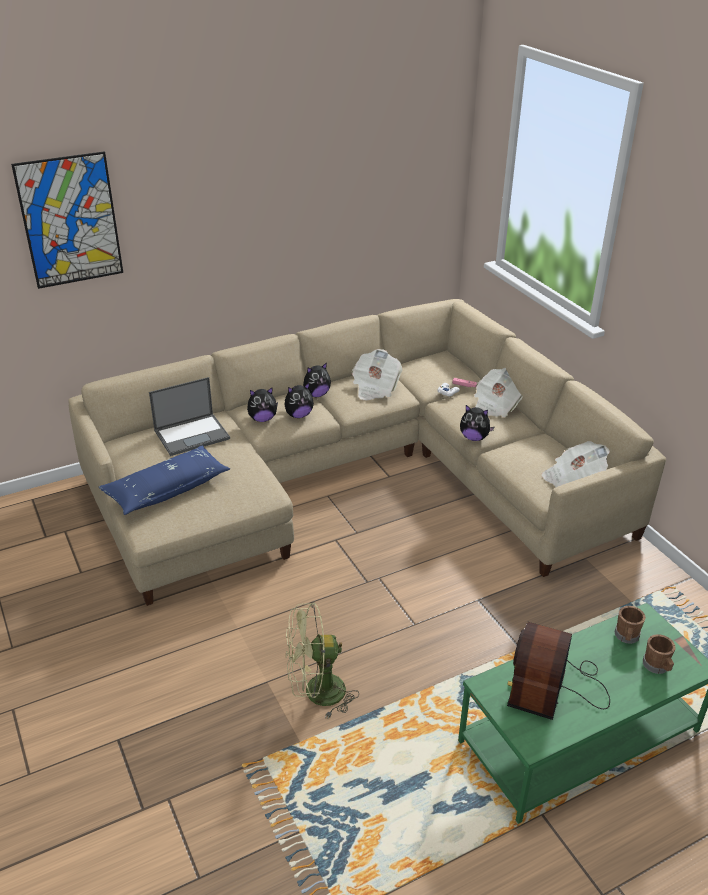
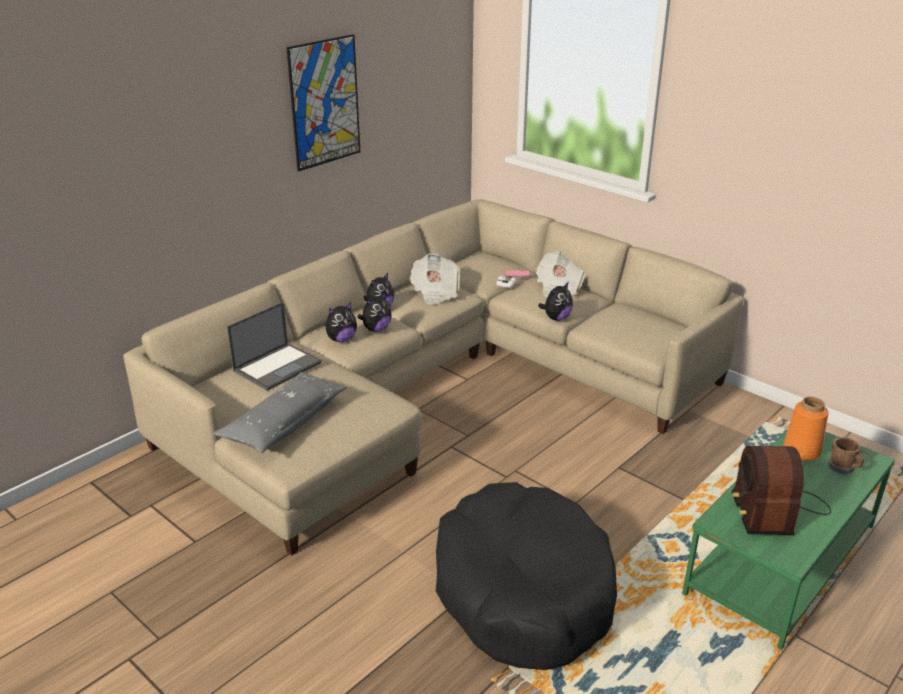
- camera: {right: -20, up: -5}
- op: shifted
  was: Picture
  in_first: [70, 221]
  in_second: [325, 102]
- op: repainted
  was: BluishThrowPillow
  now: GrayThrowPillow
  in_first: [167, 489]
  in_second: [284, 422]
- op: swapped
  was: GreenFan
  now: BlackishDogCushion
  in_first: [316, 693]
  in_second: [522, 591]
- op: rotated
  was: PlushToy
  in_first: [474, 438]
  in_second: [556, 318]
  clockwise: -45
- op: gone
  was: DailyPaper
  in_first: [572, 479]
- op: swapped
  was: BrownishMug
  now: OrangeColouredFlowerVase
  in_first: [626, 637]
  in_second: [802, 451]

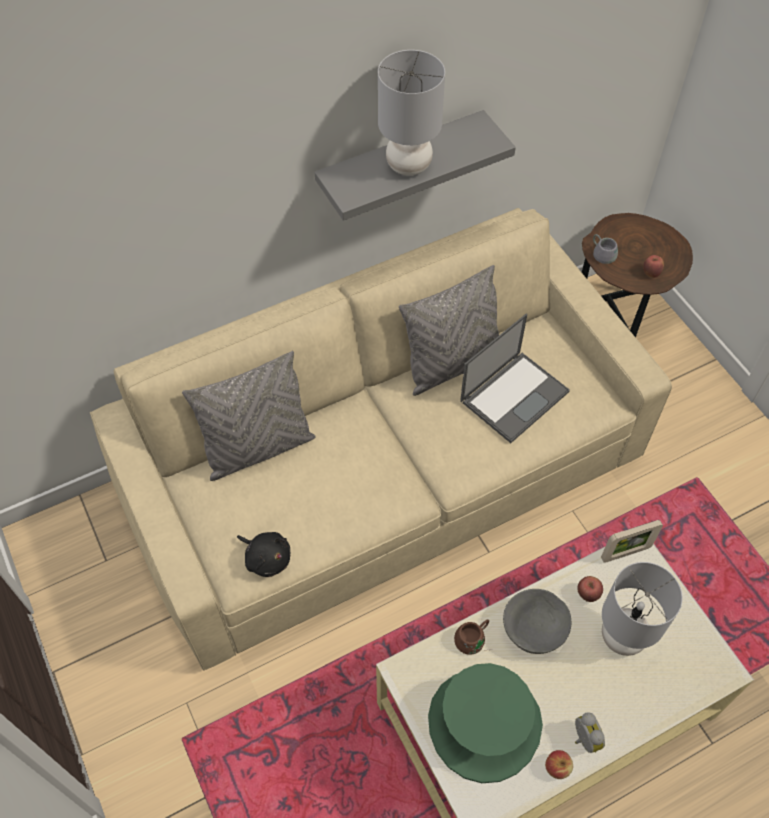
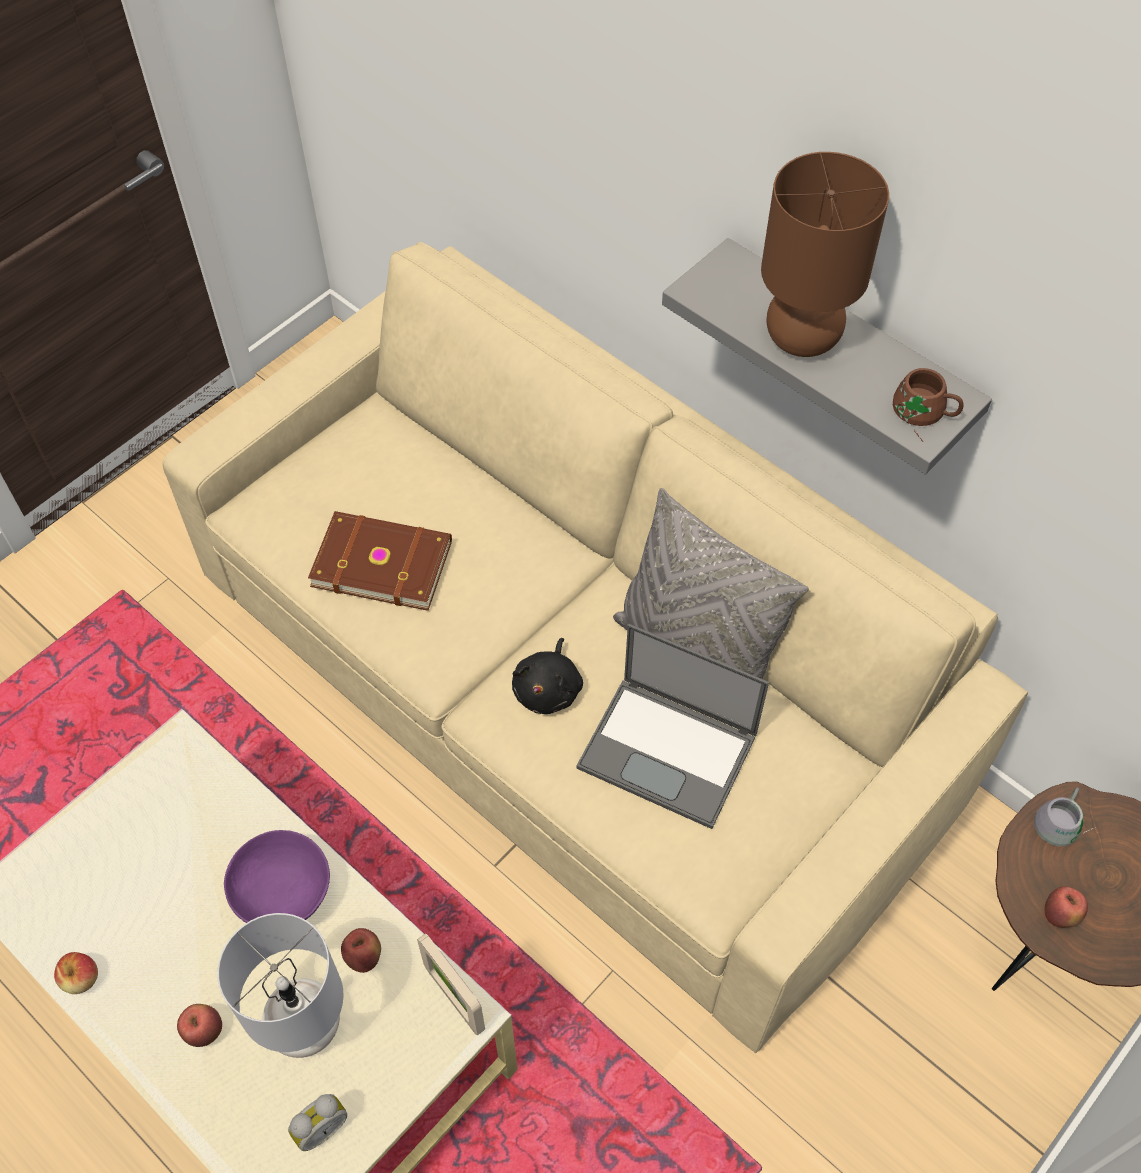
- camera: {right: 70, up: 0}
- op: gone
  was: GrayThrowPillow
  in_first: [258, 448]
- op: shifted
  was: BlackishPlushToy
  in_first: [266, 558]
  in_second: [548, 689]
- op: repainted
  was: GrayTableLamp
  now: BrownishTableLamp
  in_first: [408, 166]
  in_second: [801, 337]
- op: gone
  was: GreenWearableHat
  in_first: [483, 724]
- op: shifted
  was: BrownishMug
  in_first: [474, 640]
  in_second: [922, 414]
- op: repainted
  was: GrayDeepDish
  now: PurpleDeepDish
  in_first: [533, 629]
  in_second: [284, 893]
- op: shifted
  was: BedsideClock
  in_first: [584, 739]
  in_second: [321, 1127]
- op: new
  now: Apple
  in_second: [204, 1031]
- op: new
  now: BrownishVolume
  in_second: [381, 561]

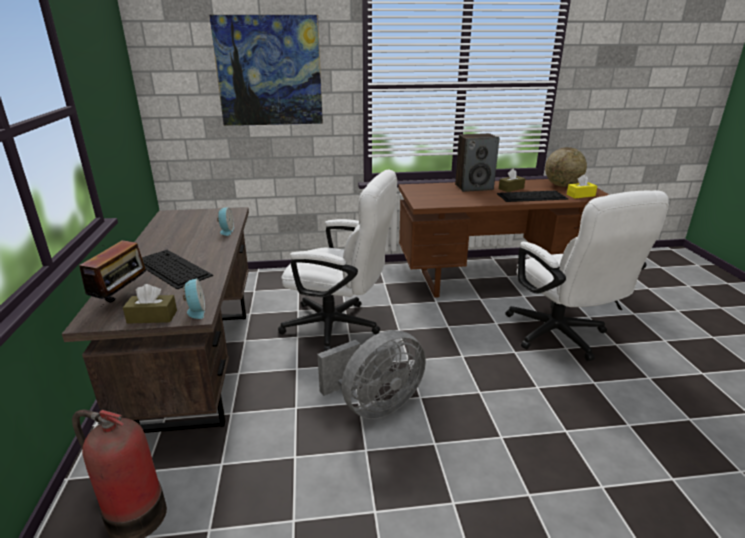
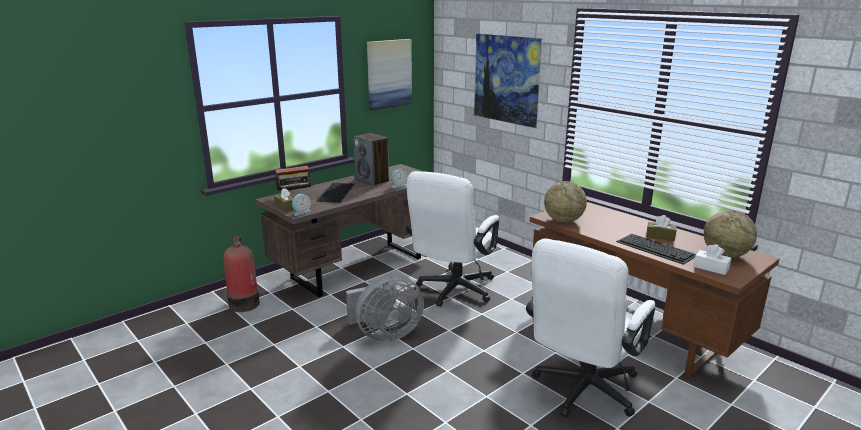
- camera: {right: 55, up: -5}
- op: rotated
  was: WhitishDeskChair
  in_first: [340, 327]
  in_second: [453, 291]
  clockwise: 45
- op: rotated
  was: GrayFan
  in_first: [374, 405]
  in_second: [385, 335]
  clockwise: -45
- op: shifted
  was: Speaker
  in_first: [474, 187]
  in_second: [372, 180]
- op: repainted
  was: YellowColouredTissueHolder
  now: WhitishTissueHolder
  in_first: [580, 195]
  in_second: [711, 268]
- op: new
  now: Picture
  in_second: [389, 73]
- op: new
  now: WorldGlobe
  in_second: [563, 221]

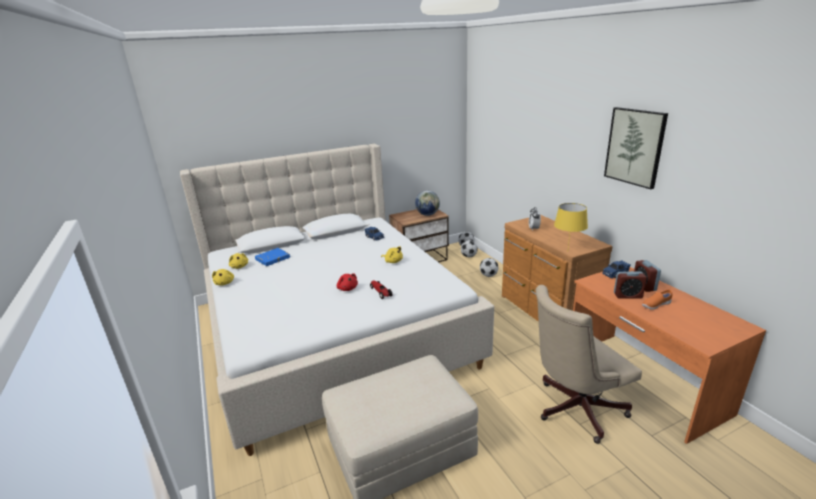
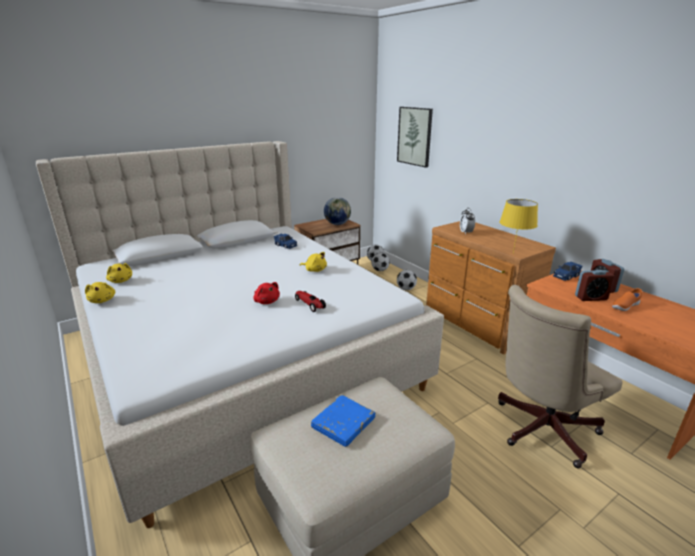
- camera: {right: -10, up: 0}
- op: shifted
  was: BluishVolume
  in_first: [272, 259]
  in_second: [343, 423]
- op: shifted
  was: Picture
  in_first: [635, 147]
  in_second: [415, 136]

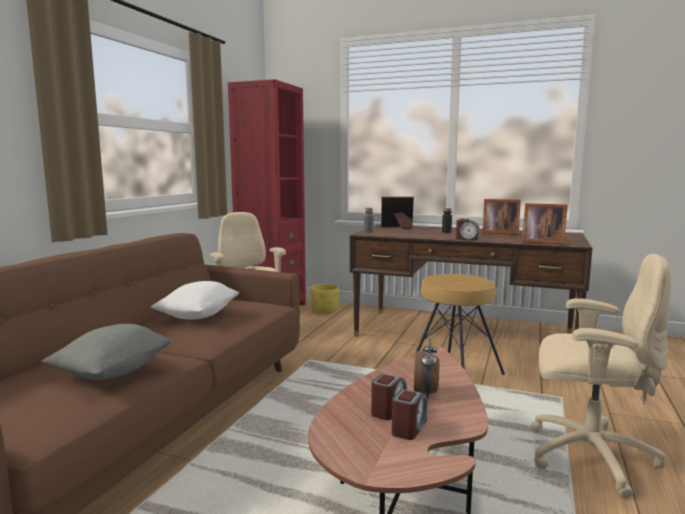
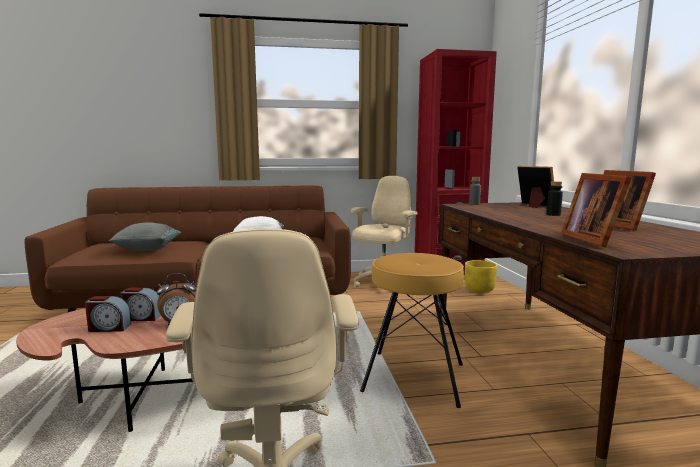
- camera: {right: 60, up: 0}
- op: gone
  was: BedsideClock
  in_first: [467, 239]

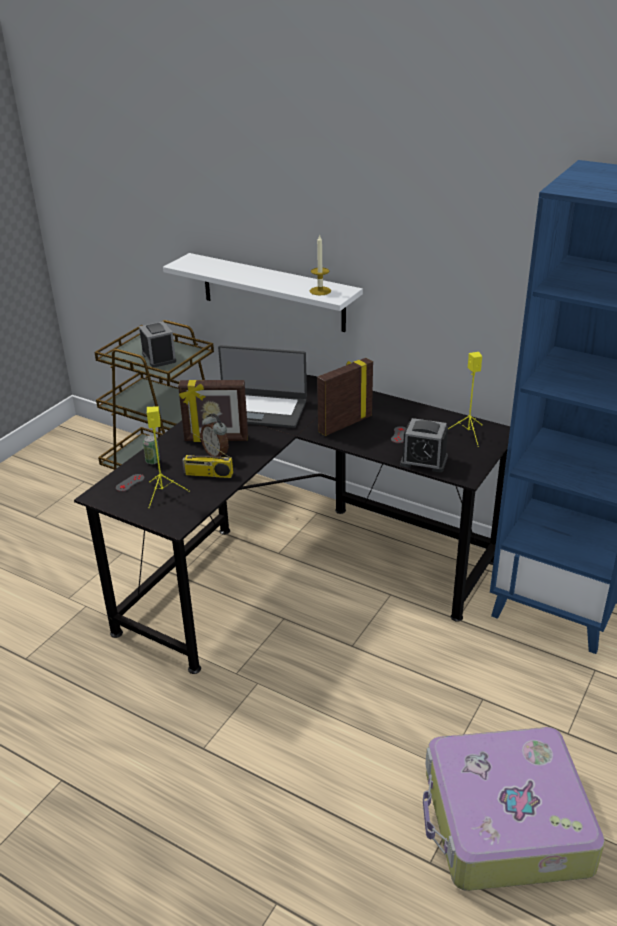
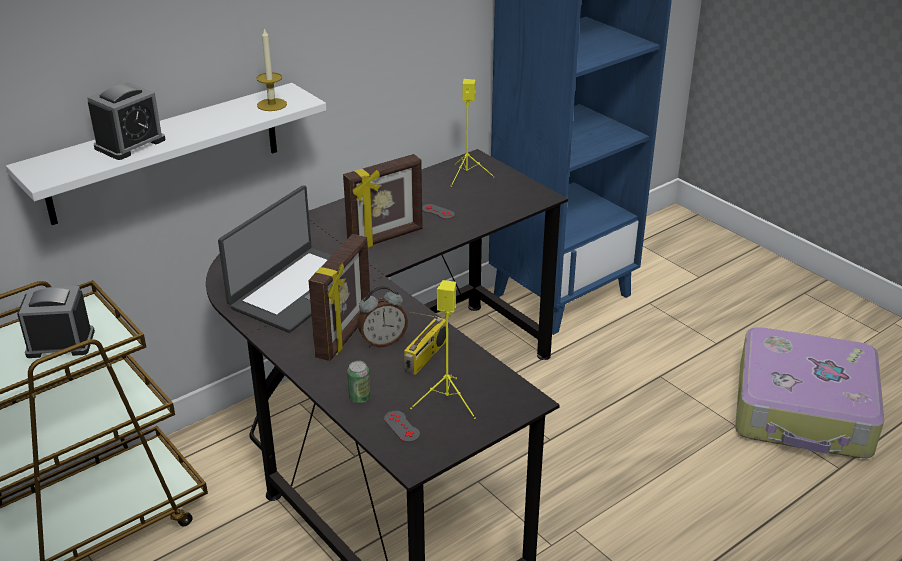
- camera: {right: -70, up: 0}
- op: rotated
  was: PictureFrame
  in_first: [344, 424]
  in_second: [386, 238]
  clockwise: -105
- op: shifted
  was: BedsideClock
  in_first: [424, 461]
  in_second: [130, 144]

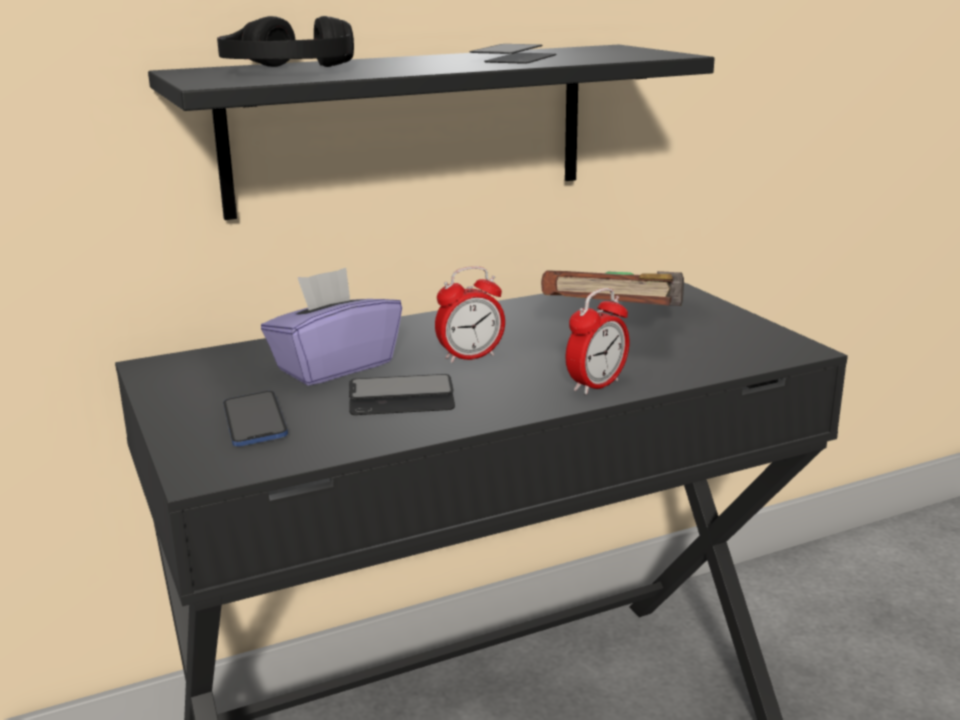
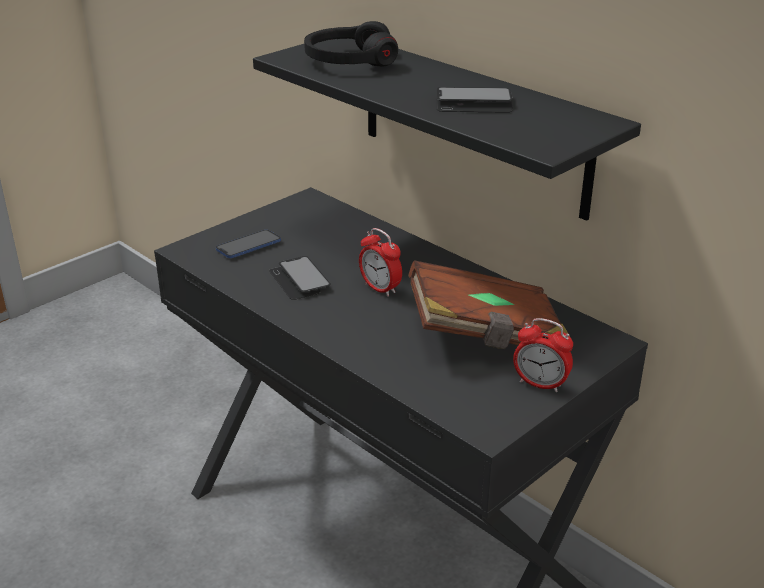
- camera: {right: 70, up: 10}
- op: gone
  was: PurpleTissueHolder
  in_first: [334, 366]
- op: shifted
  was: BedsideClock
  in_first: [596, 385]
  in_second: [540, 384]

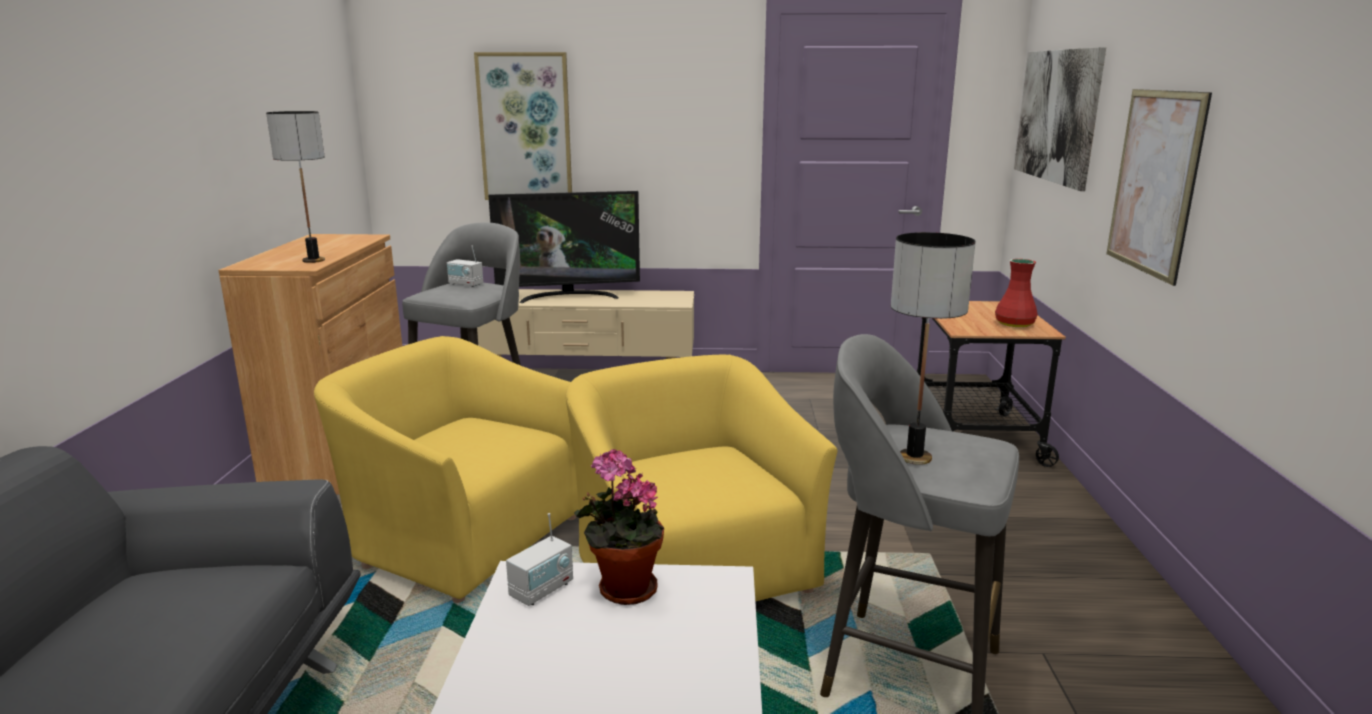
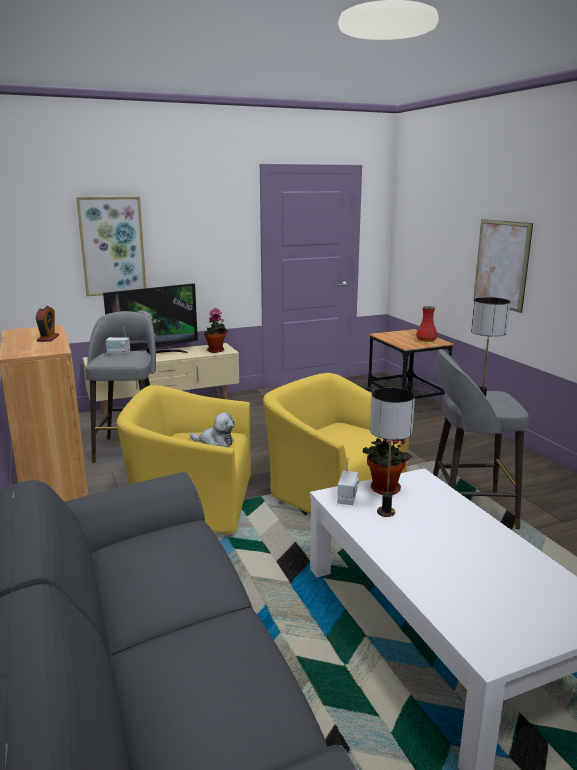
- camera: {right: -25, up: 0}
- op: shifted
  was: TableLamp
  in_first: [313, 260]
  in_second: [386, 512]
- op: gone
  was: Picture
  in_first: [1056, 116]
- op: new
  now: BedsideClock
  in_second: [48, 338]
- op: new
  now: PlushToy
  in_second: [215, 442]
- op: new
  now: PlantInAPot
  in_second: [216, 351]

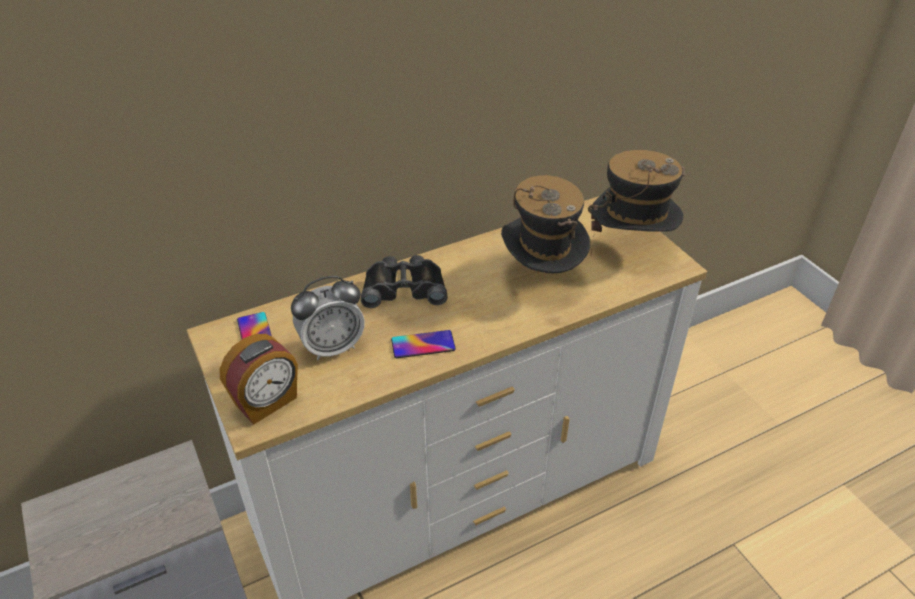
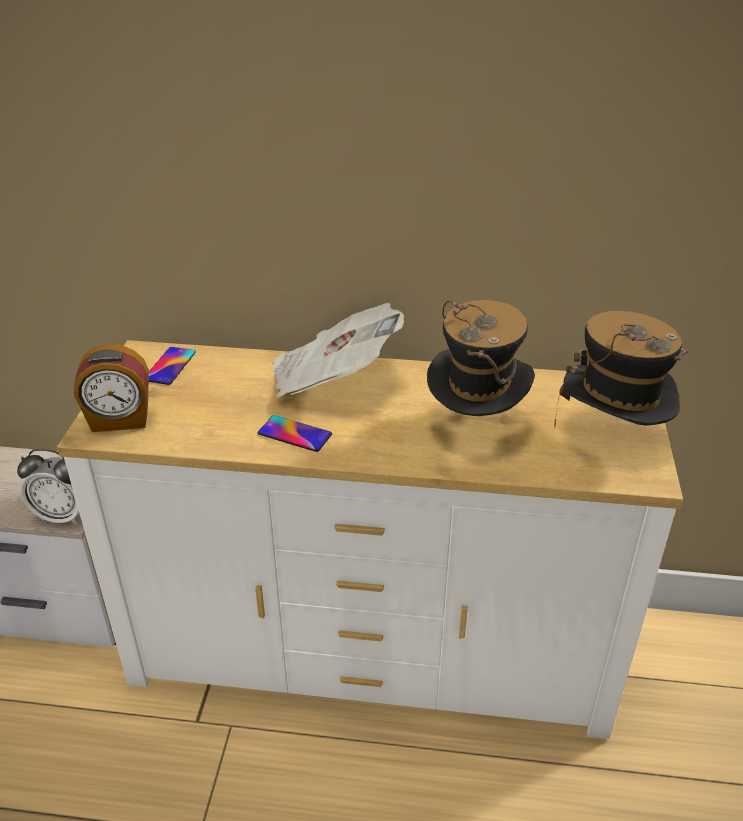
- camera: {right: 35, up: -5}
- op: shifted
  was: BedsideClock
  in_first: [332, 347]
  in_second: [64, 515]
- op: swapped
  was: BlackishBinoculars
  now: DailyPaper
  in_first: [404, 287]
  in_second: [332, 380]

